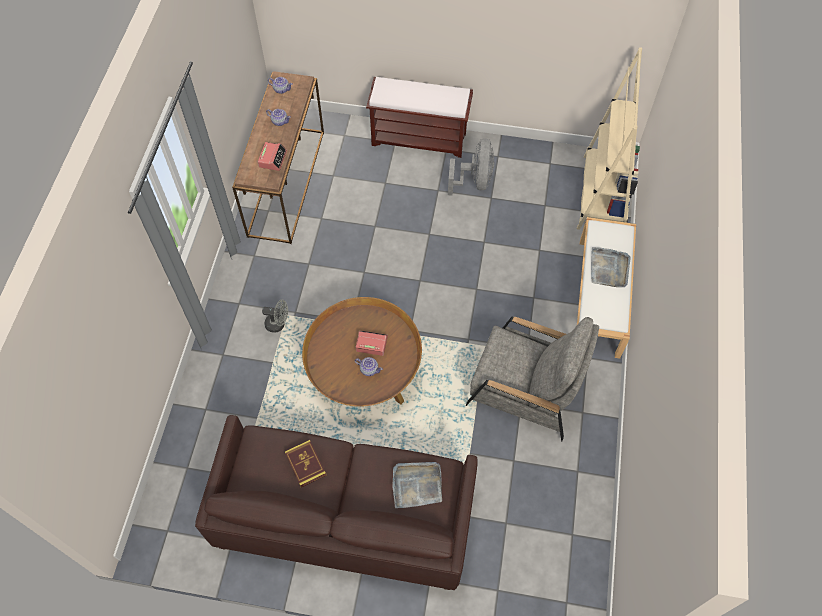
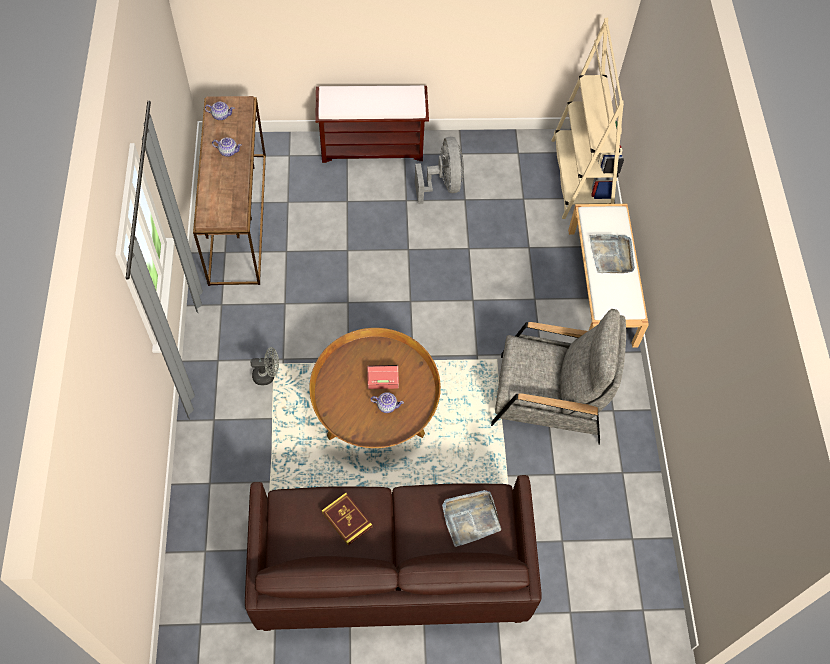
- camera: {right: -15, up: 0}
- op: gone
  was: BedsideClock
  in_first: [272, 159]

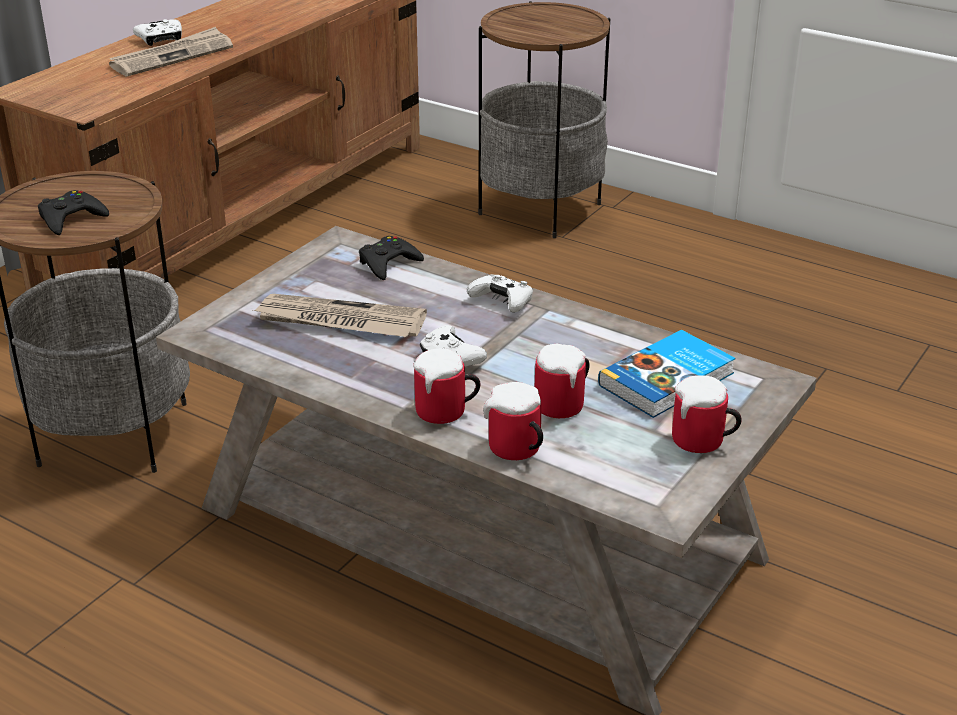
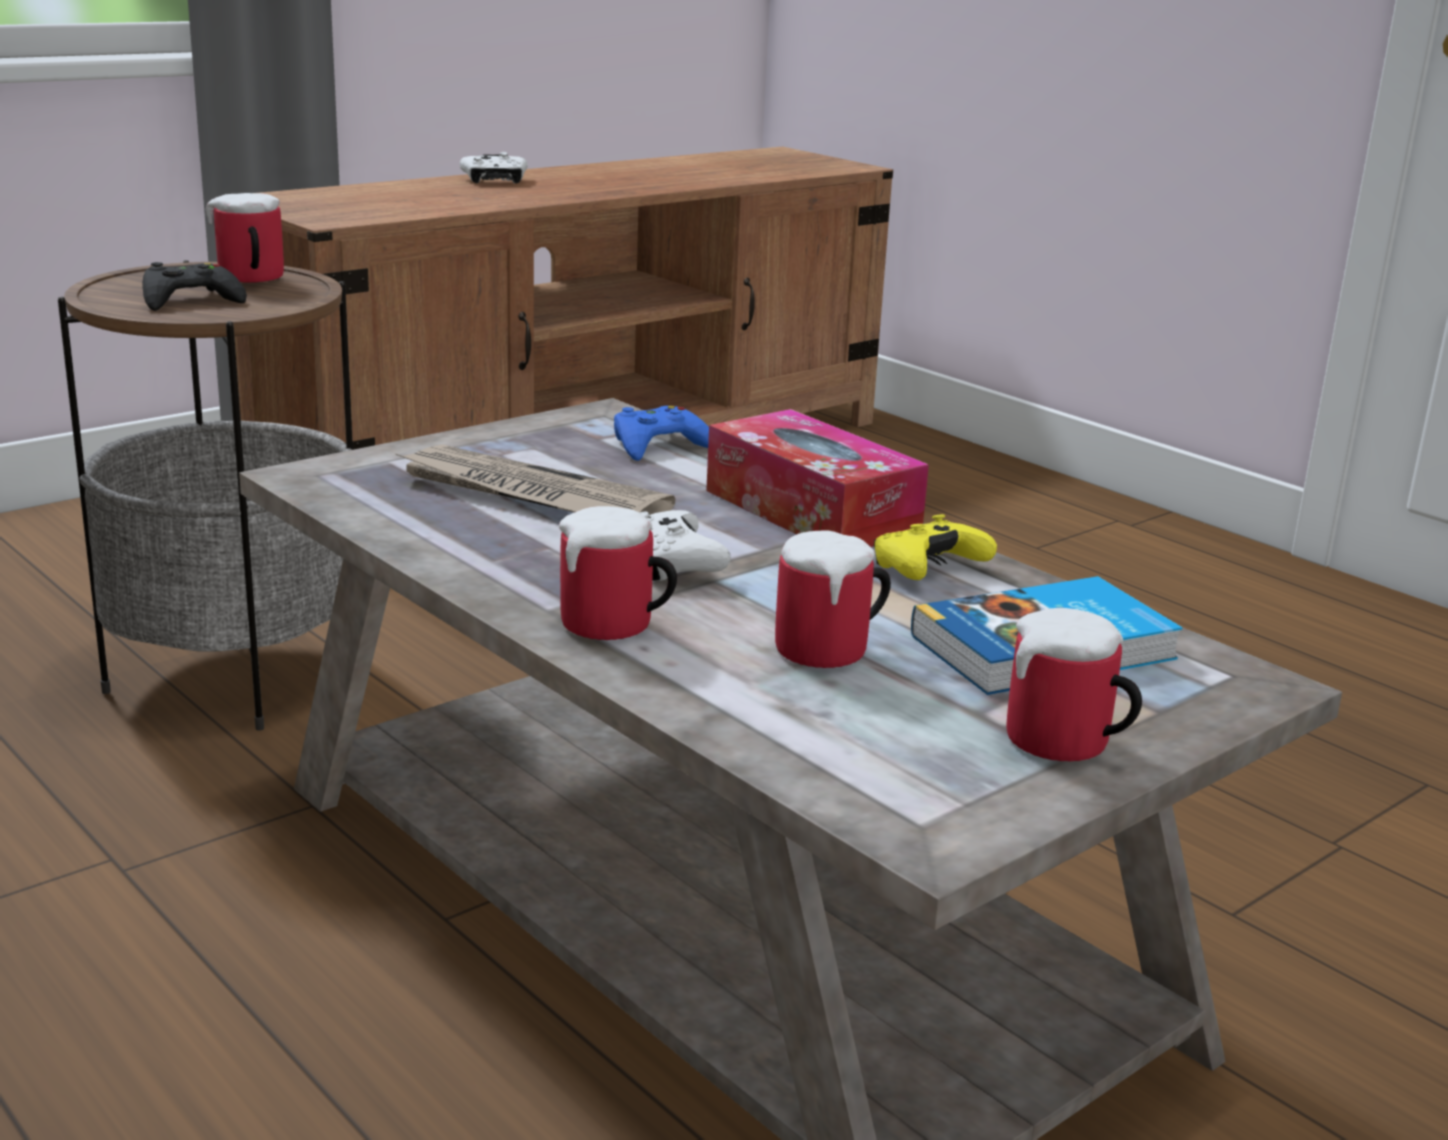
- camera: {right: 15, up: -10}
- op: gone
  was: DailyPaper
  in_first: [172, 56]
- op: repainted
  was: BlackishGamepad
  now: BluishGamepad
  in_first: [388, 263]
  in_second: [659, 445]
- op: swapped
  was: WhitishGamepad
  now: TissueHolder
  in_first: [502, 302]
  in_second: [811, 511]
- op: gone
  was: EndTable
  in_first: [540, 209]
- op: shifted
  was: Mug
  in_first: [517, 451]
  in_second: [249, 279]
- op: new
  now: YellowColouredGamepad
  in_second: [927, 569]

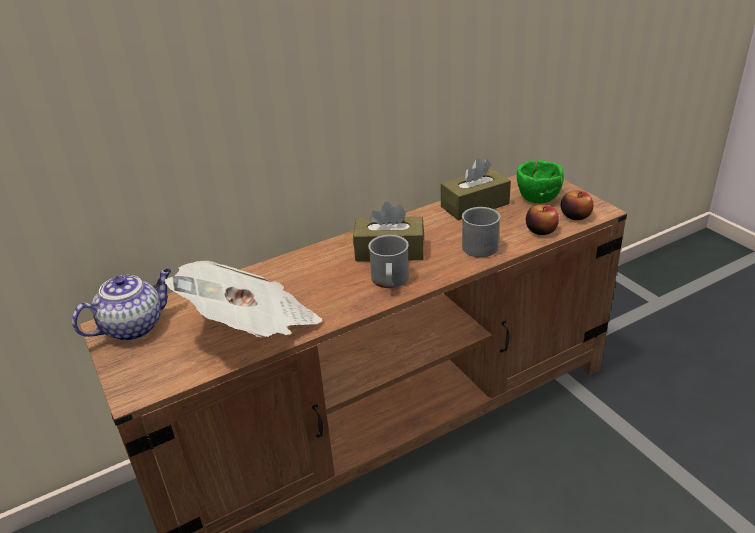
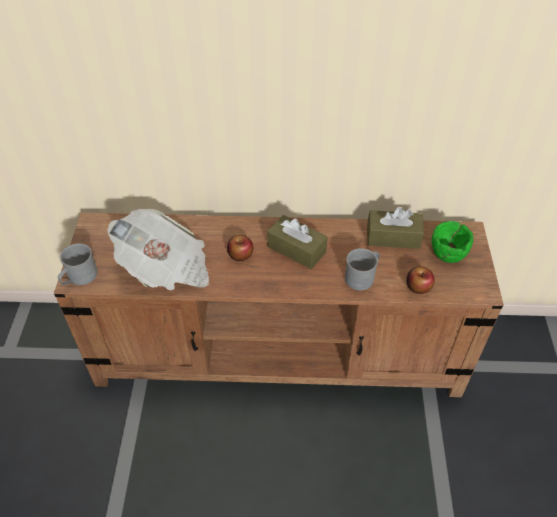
- camera: {right: 30, up: 15}
- op: gone
  was: PotForTea
  in_first: [134, 326]
- op: shifted
  was: GrayMug
  in_first: [390, 281]
  in_second: [79, 277]
- op: shifted
  was: Apple
  in_first: [575, 216]
  in_second: [240, 254]

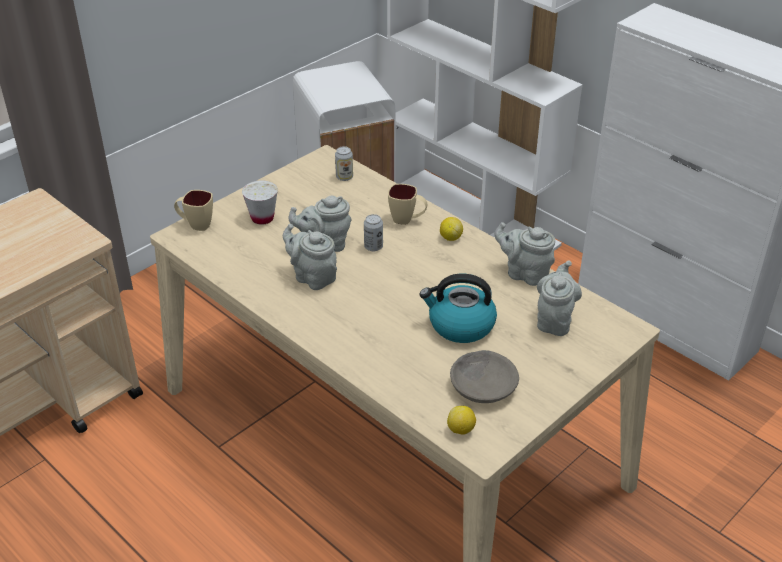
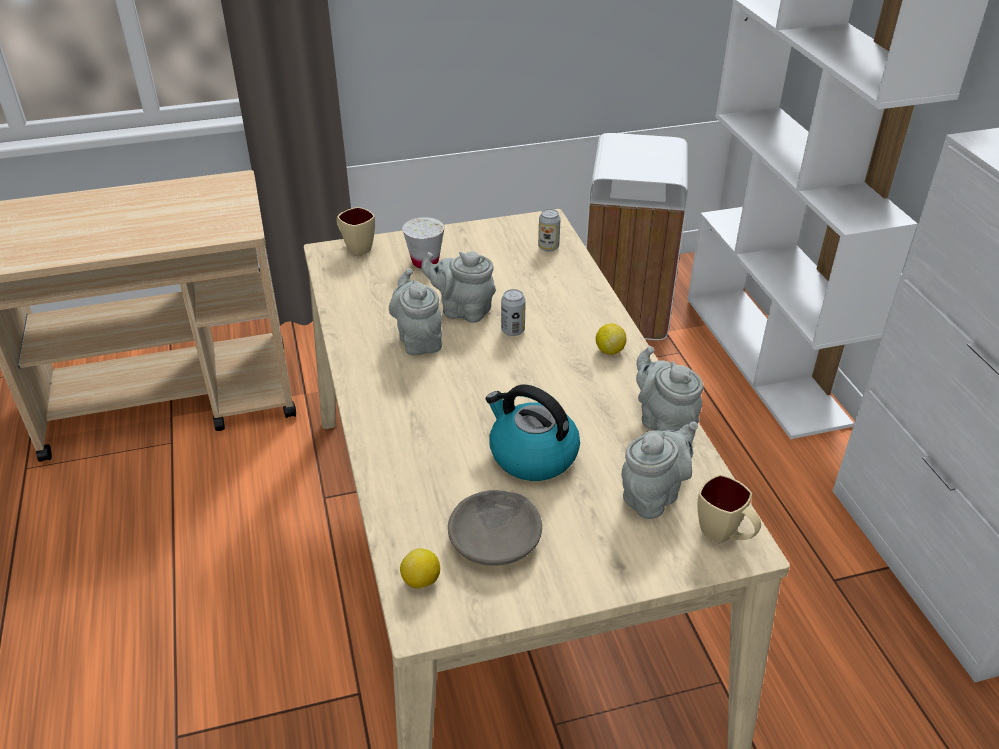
- camera: {right: 30, up: 0}
- op: shifted
  was: BeigeColouredMug
  in_first: [407, 220]
  in_second: [724, 536]

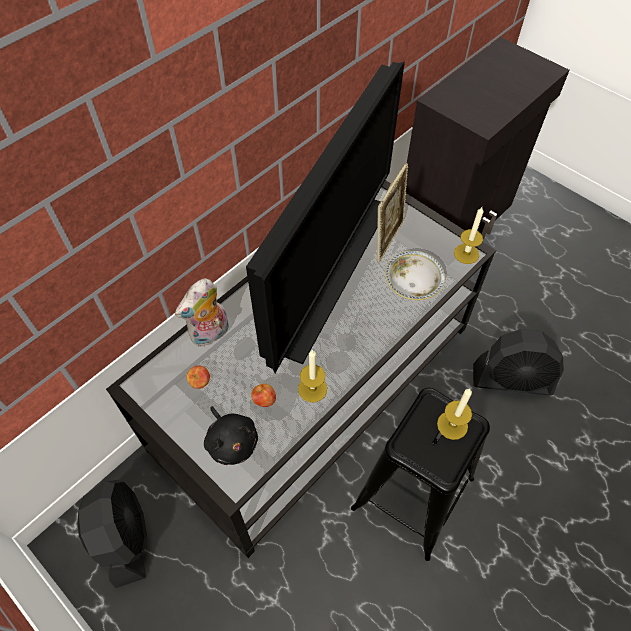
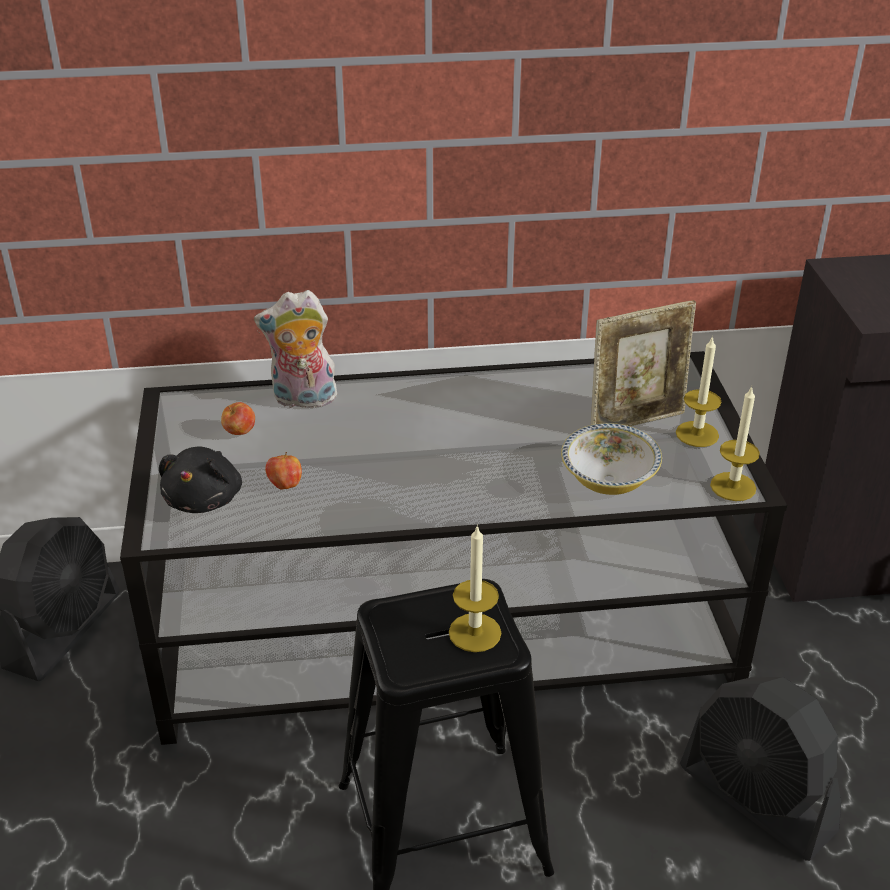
- camera: {right: 40, up: -20}
- op: gone
  was: Tv
  in_first: [331, 271]
- op: shifted
  was: Candle
  in_first: [312, 389]
  in_second: [697, 434]

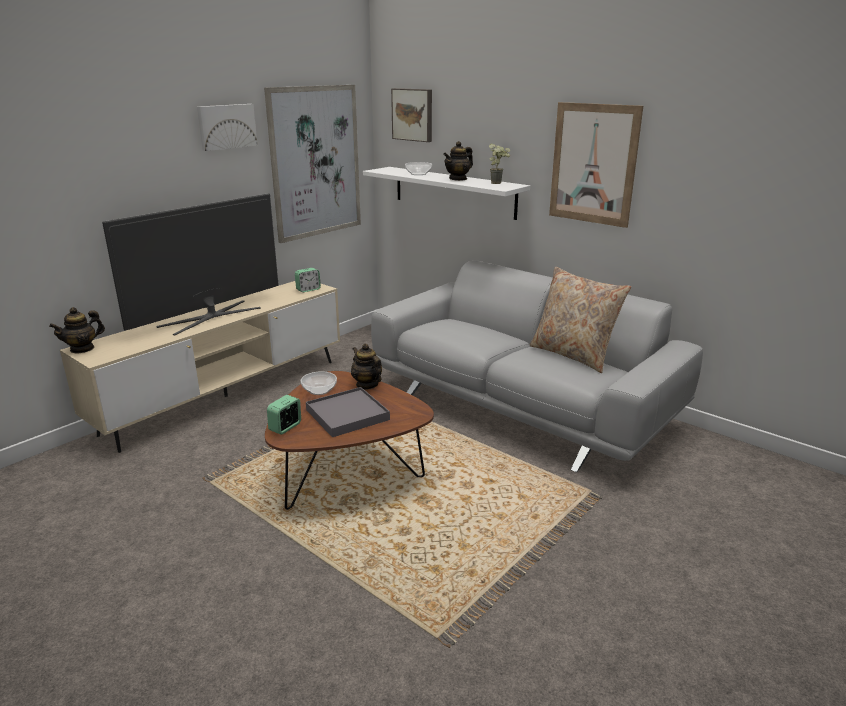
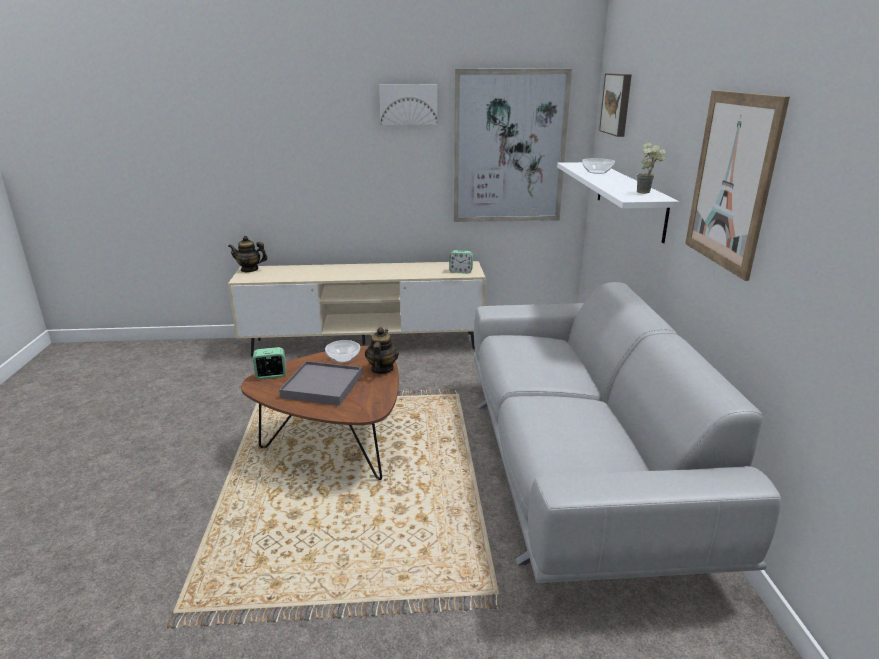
- camera: {right: 45, up: 0}
- op: gone
  was: Tv
  in_first: [210, 317]
- op: gone
  was: PotForTea
  in_first: [458, 179]
- op: gone
  was: BeigeColouredThrowPillow
  in_first: [573, 355]

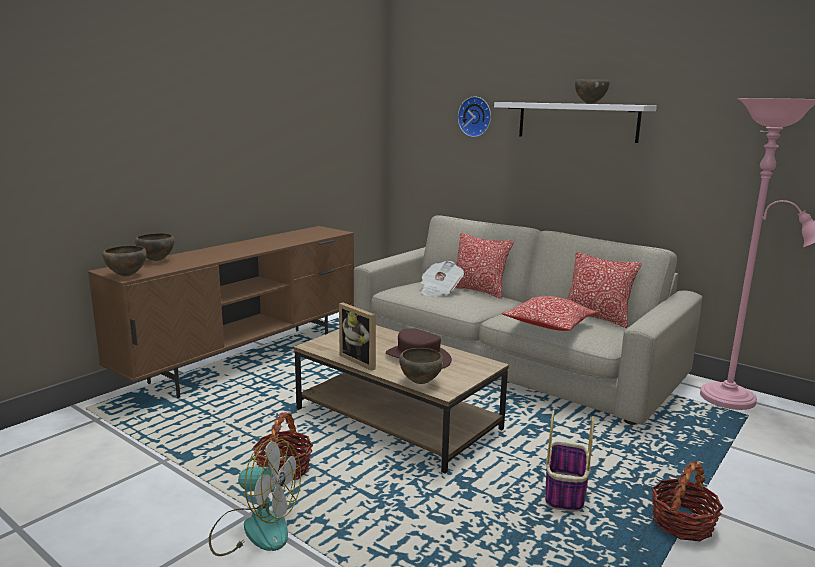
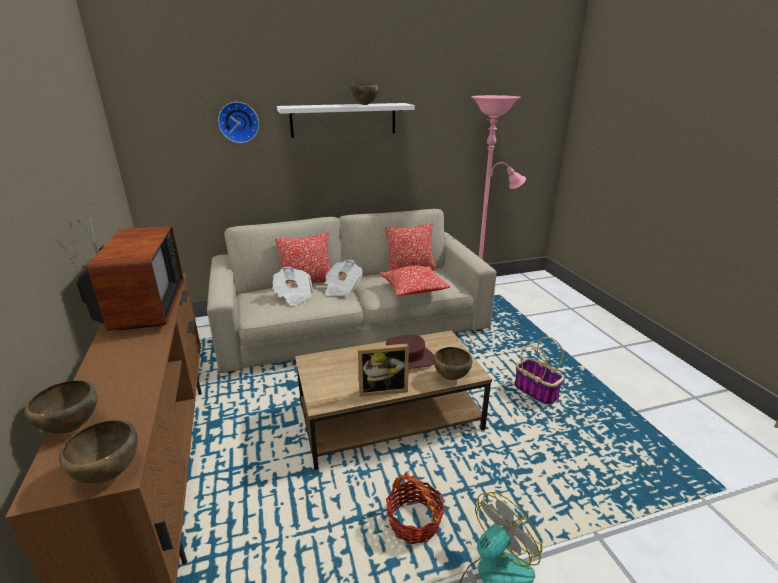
- camera: {right: -55, up: 10}
- op: gone
  was: StorageBasket
  in_first: [682, 524]
- op: new
  now: Tv
  in_second: [142, 311]
- op: new
  now: DailyPaper
  in_second: [342, 288]

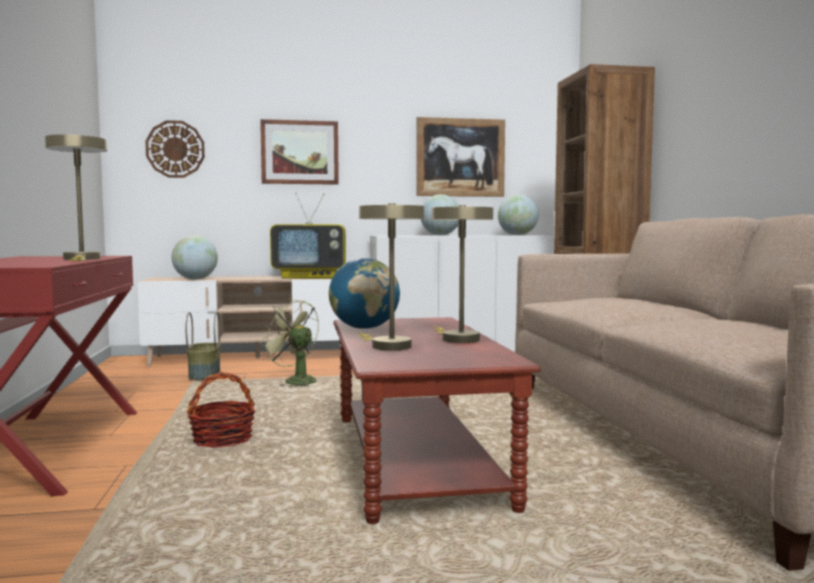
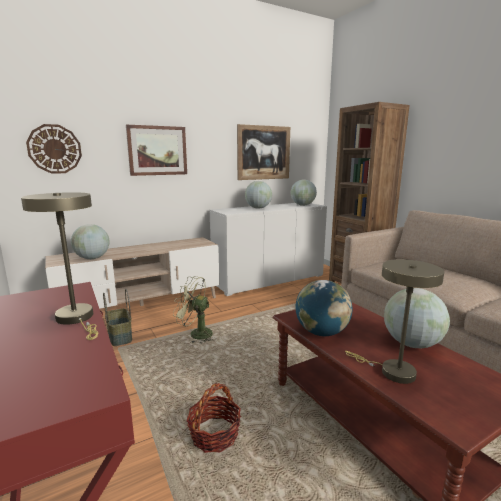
- camera: {right: -20, up: 10}
- op: gone
  was: Tv
  in_first: [310, 277]
- op: swapped
  was: BeigeColouredTableLamp
  now: WorldGlobe
  in_first: [457, 338]
  in_second: [411, 344]

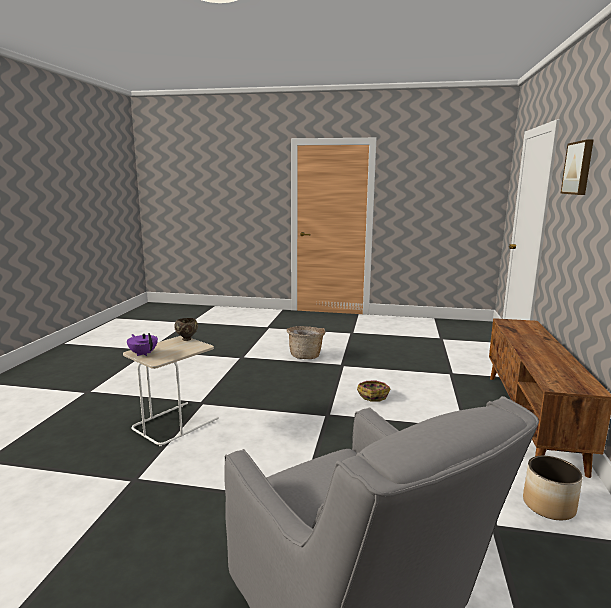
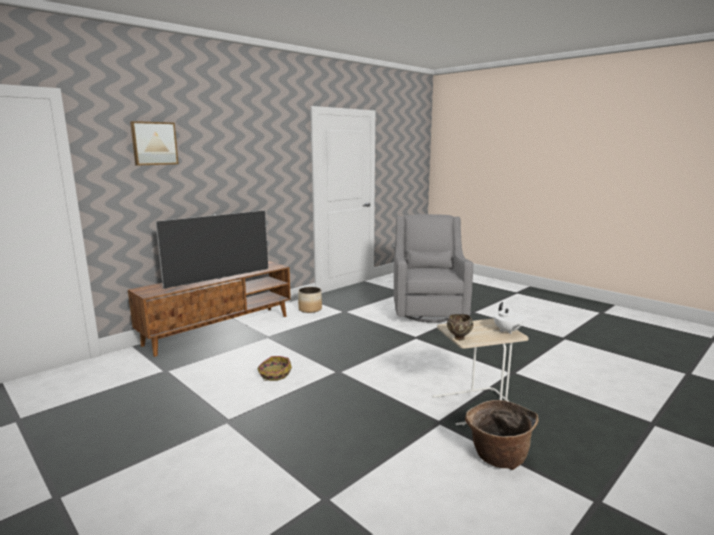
- camera: {right: -145, up: 0}
- op: repainted
  was: PurplePotForTea
  now: WhitishPotForTea
  in_first: [143, 354]
  in_second: [507, 331]
- op: shifted
  was: StorageBasket
  in_first: [306, 356]
  in_second: [497, 457]
- op: new
  now: Tv
  in_second: [219, 278]

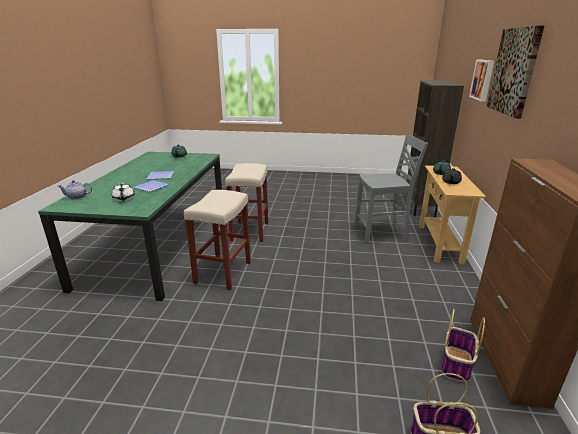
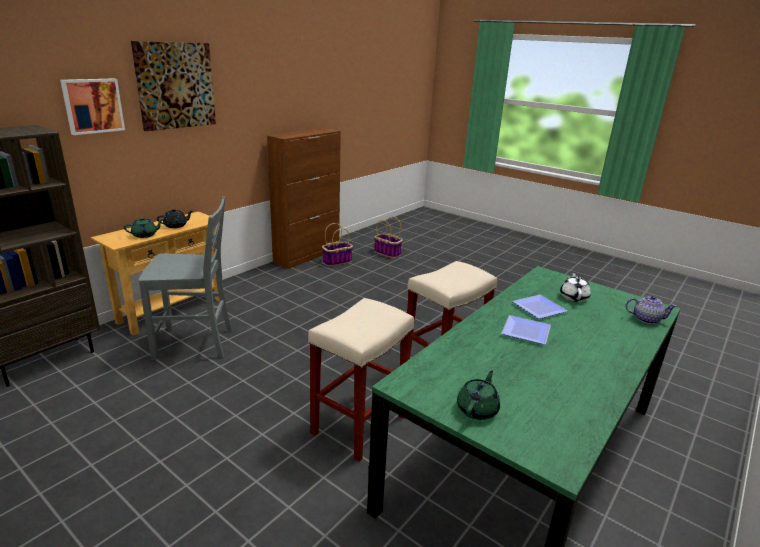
- camera: {right: -150, up: 0}
- op: rotated
  was: GrayPlainChair
  in_first: [382, 233]
  in_second: [196, 344]
  clockwise: 150

